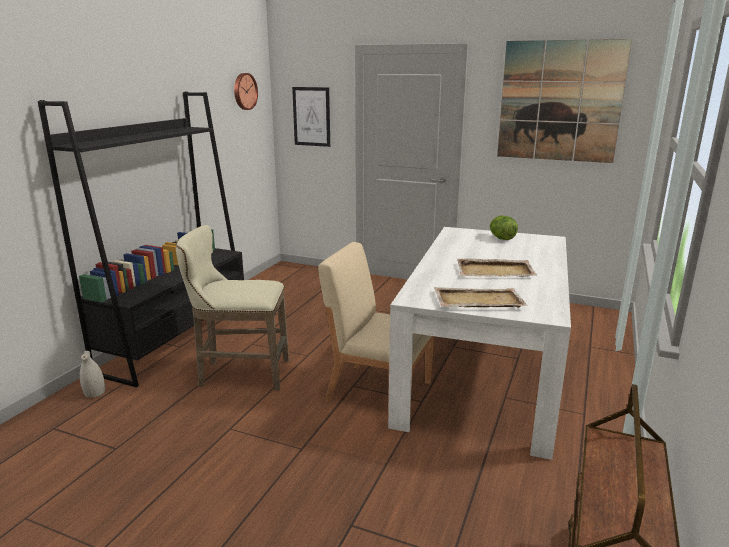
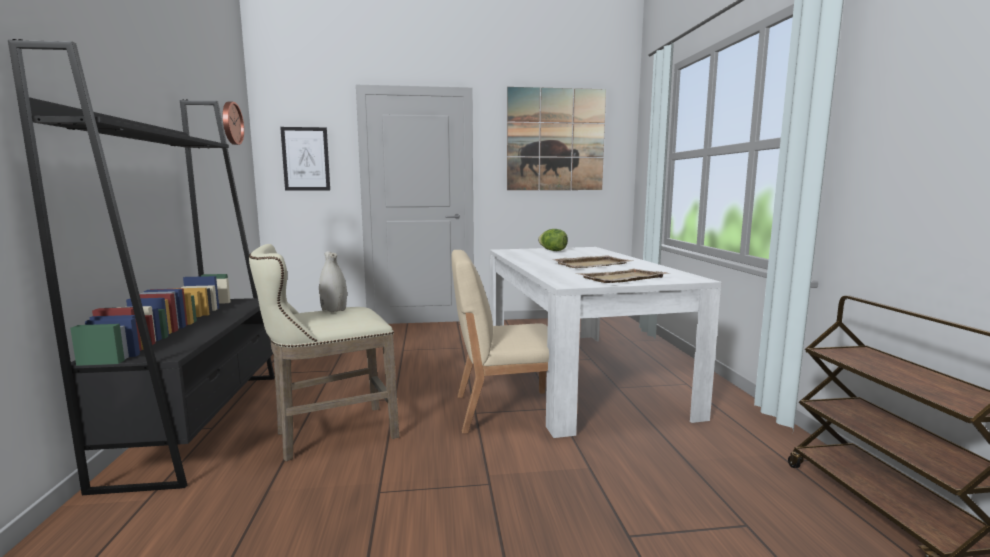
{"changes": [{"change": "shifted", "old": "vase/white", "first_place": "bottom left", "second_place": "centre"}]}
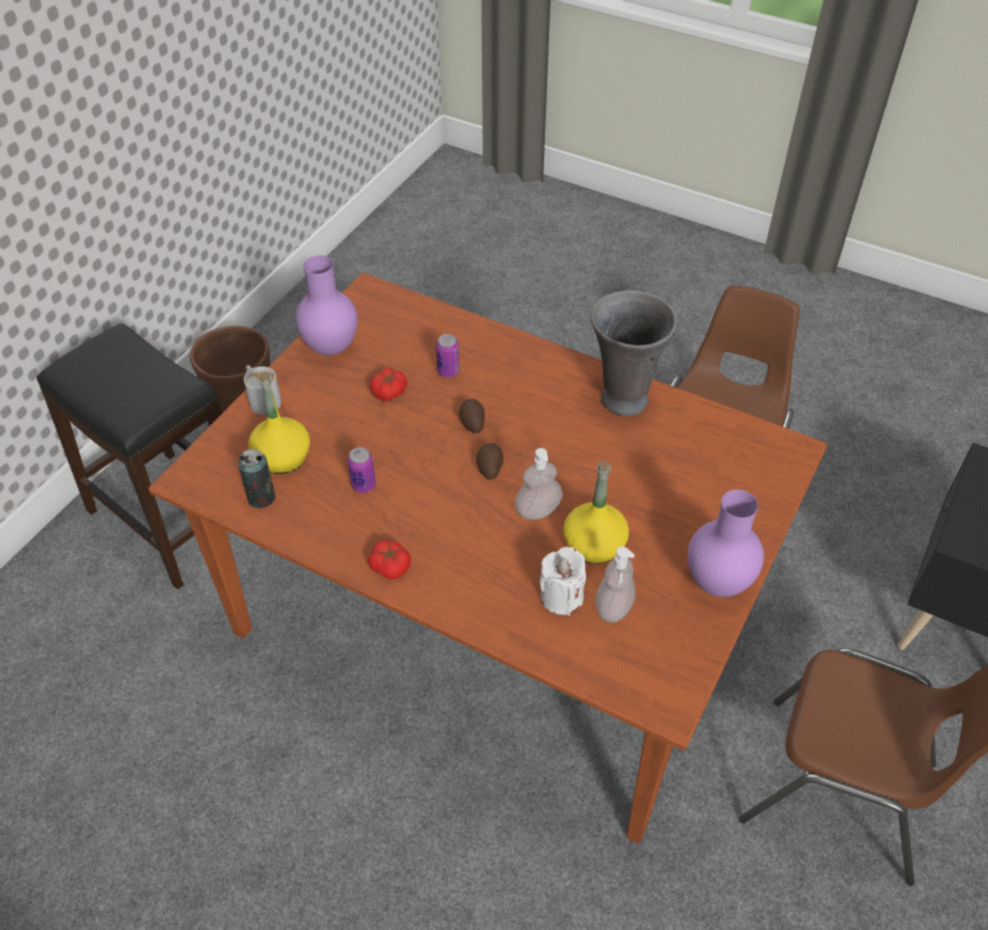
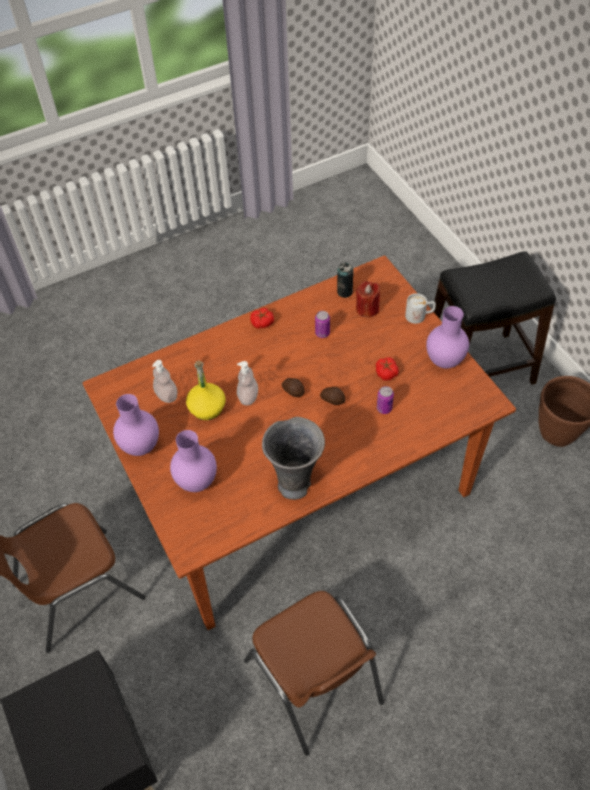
{"changes": [{"change": "swapped", "old": "bottle/yellow (no. 1 from left)", "new": "candle/red", "first_place": "middle left", "second_place": "centre"}, {"change": "gone", "old": "candle/white", "first_place": "centre"}, {"change": "new", "new": "vase/purple (no. 2 from left)", "second_place": "middle left"}]}
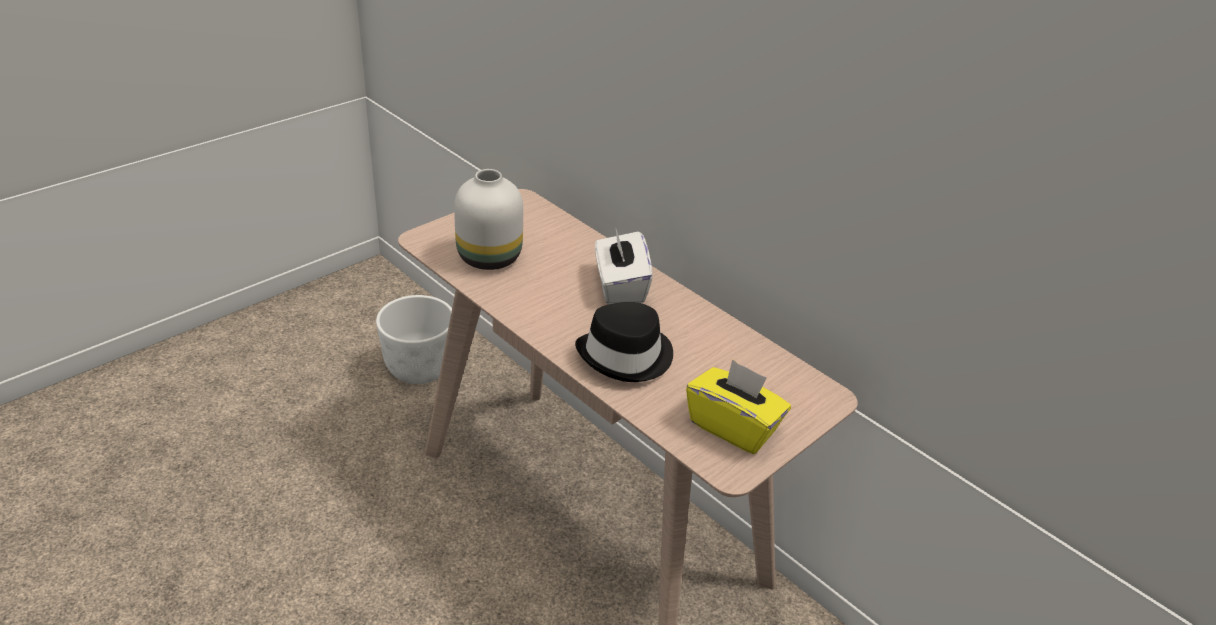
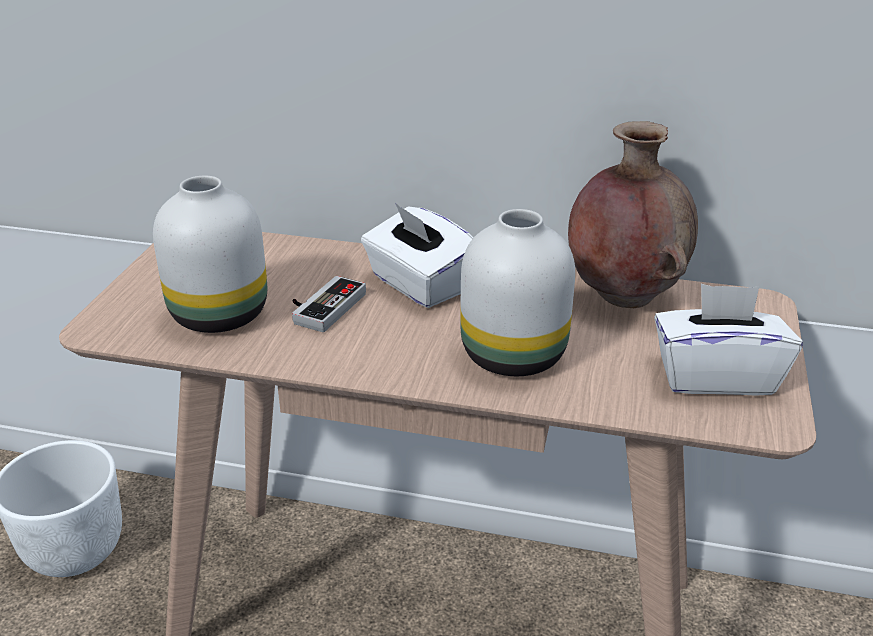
{"changes": [{"change": "swapped", "old": "hat/black", "new": "vase/white (no. 2 from left)", "first_place": "centre", "second_place": "centre"}, {"change": "repainted", "old": "tissue box/yellow", "new": "tissue box/white (no. 2 from left)", "first_place": "centre", "second_place": "middle right"}, {"change": "new", "new": "game controller", "second_place": "centre"}, {"change": "new", "new": "vase/brown", "second_place": "middle right"}]}
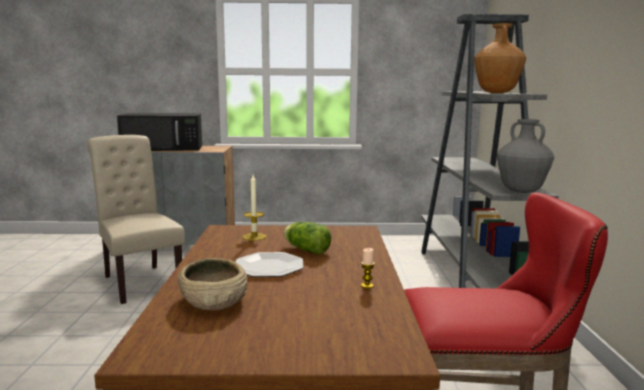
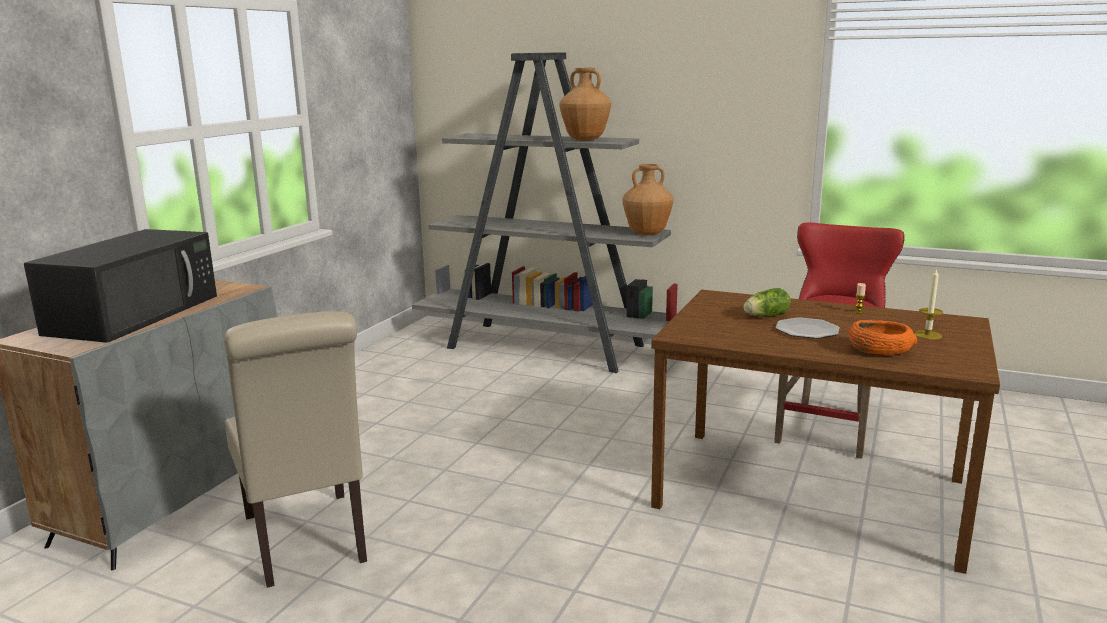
{"changes": [{"change": "rotated", "old": "chair/beige", "first_place": "middle left", "second_place": "bottom left", "degrees": -105}, {"change": "repainted", "old": "bowl/beige", "new": "bowl/orange", "first_place": "bottom left", "second_place": "middle right"}, {"change": "shifted", "old": "candle (no. 1 from left in the first image)", "new": "candle (no. 2 from left)", "first_place": "centre", "second_place": "middle right"}, {"change": "repainted", "old": "vase/grey", "new": "vase/brown (no. 2 from left)", "first_place": "middle right", "second_place": "top centre"}]}
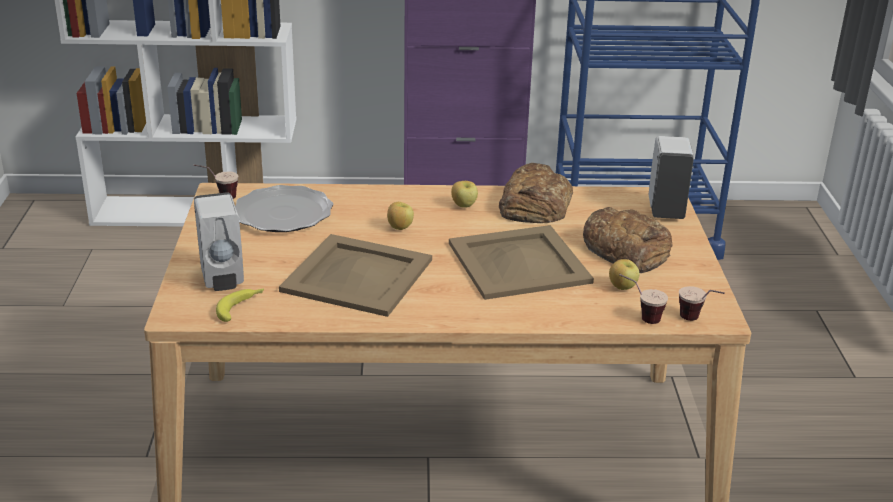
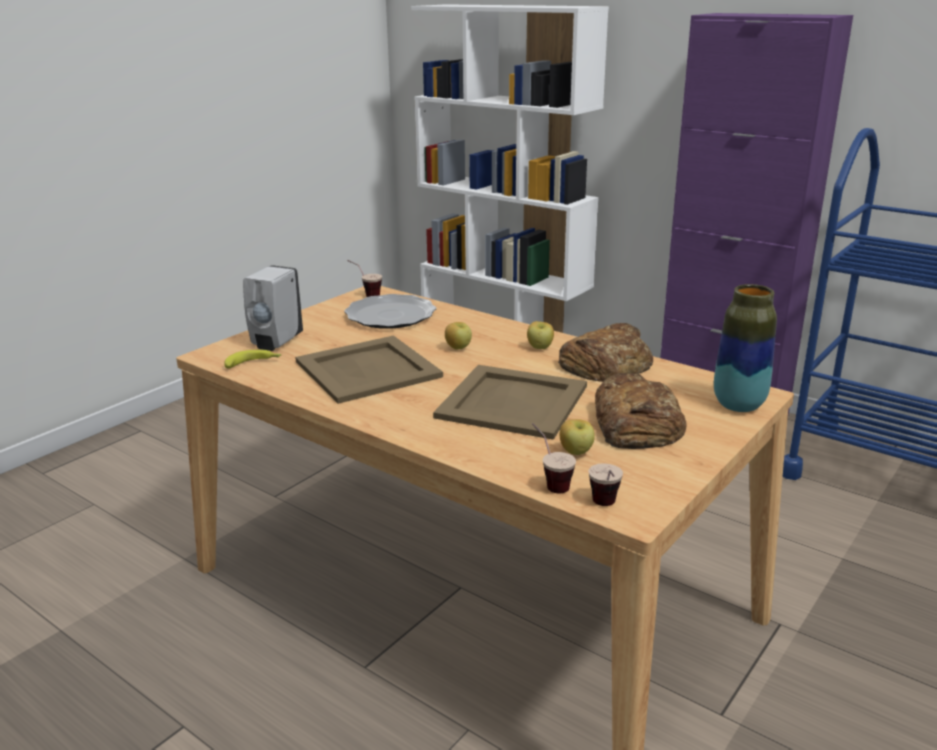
{"changes": [{"change": "swapped", "old": "soap dispenser/white (no. 2 from left)", "new": "vase", "first_place": "middle right", "second_place": "middle right"}]}
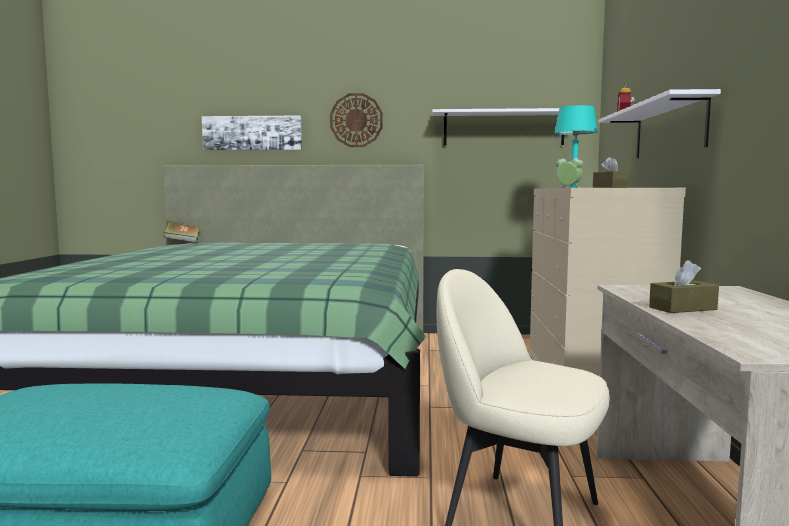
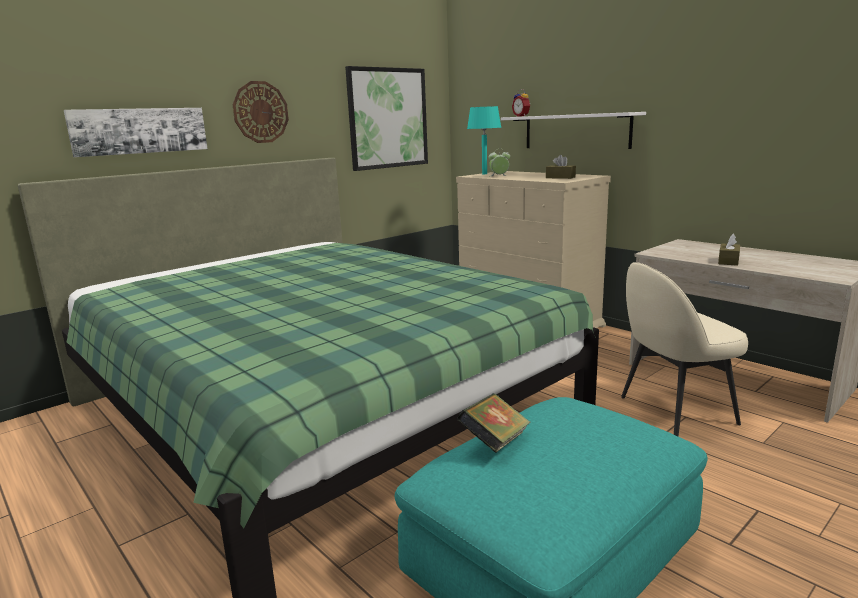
{"changes": [{"change": "shifted", "old": "book", "first_place": "middle left", "second_place": "bottom centre"}, {"change": "swapped", "old": "shelf/white (no. 1 from left)", "new": "picture (no. 2 from left)", "first_place": "top centre", "second_place": "top centre"}]}
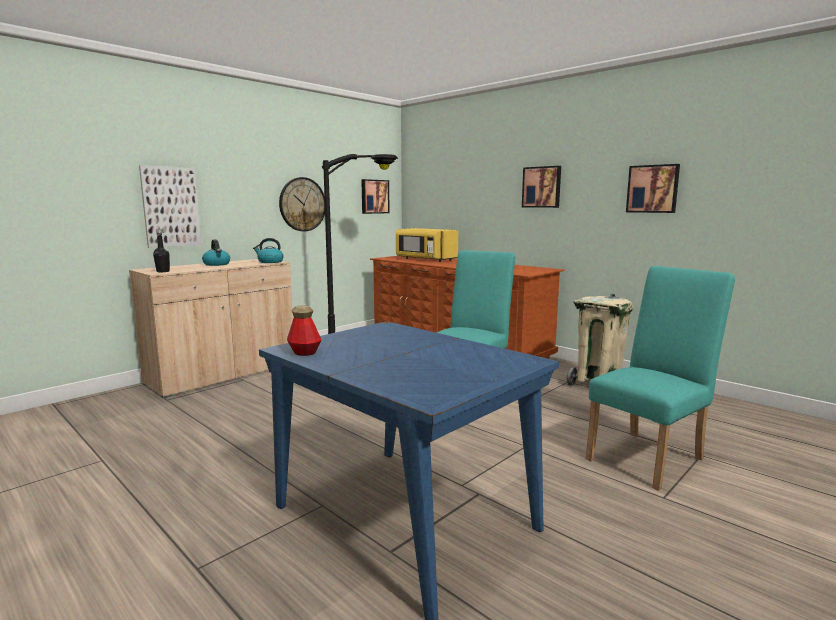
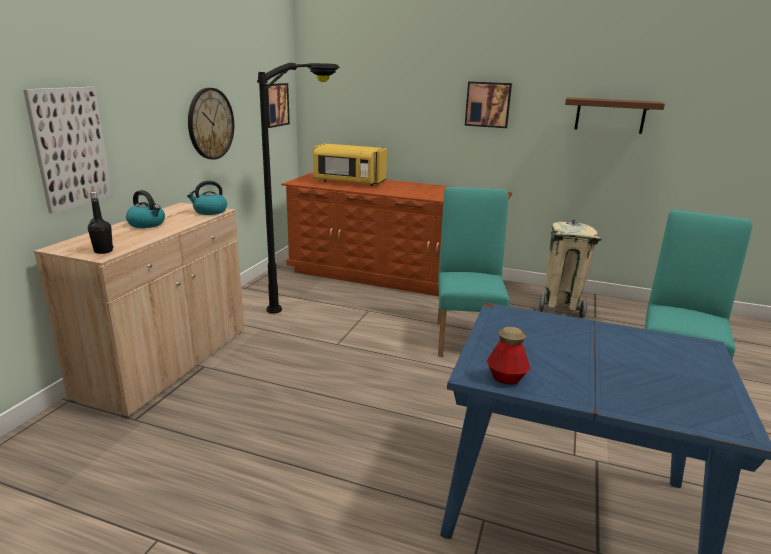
{"changes": [{"change": "swapped", "old": "picture (no. 4 from left)", "new": "shelf/brown", "first_place": "top right", "second_place": "top right"}]}
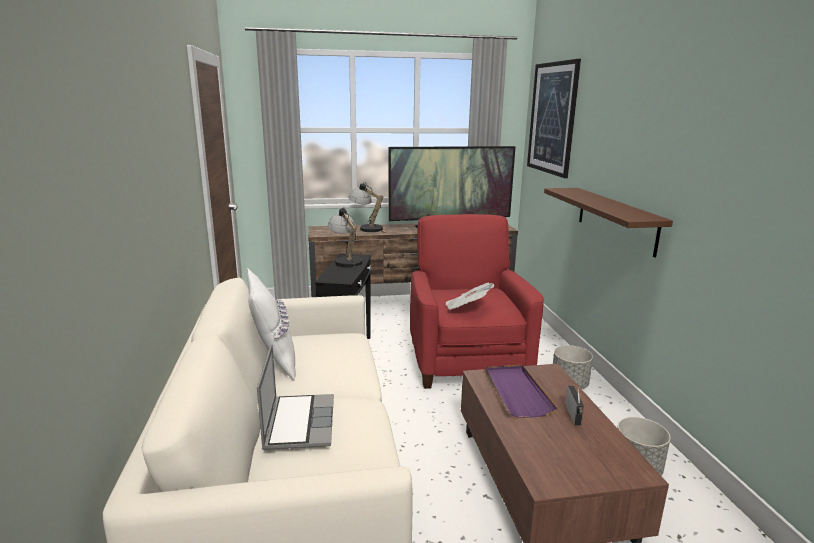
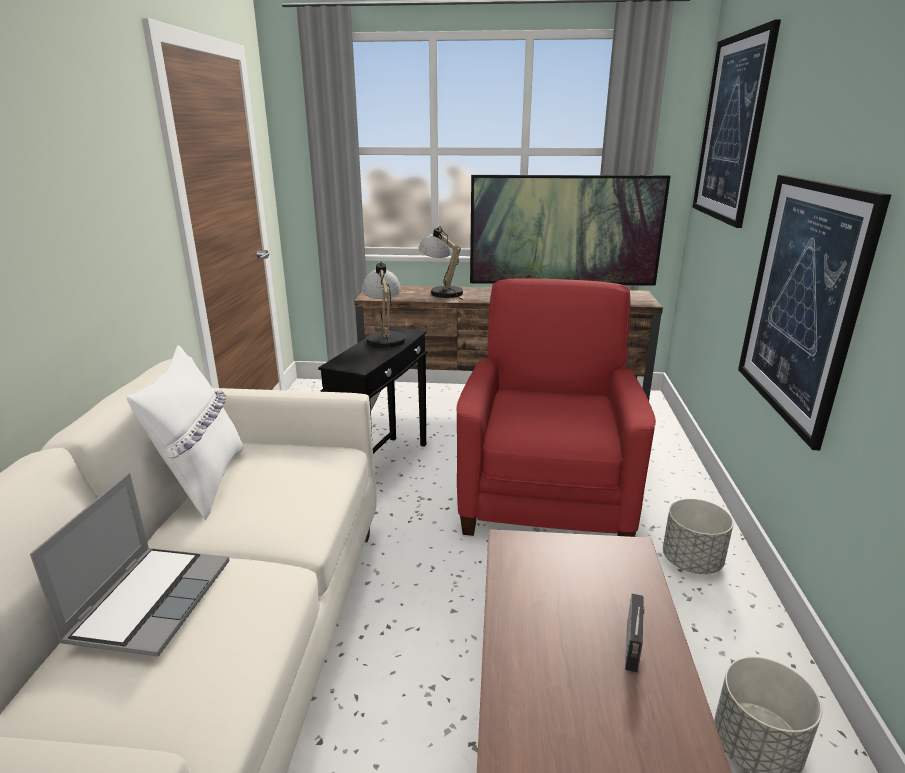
{"changes": [{"change": "gone", "old": "newspaper", "first_place": "centre"}, {"change": "gone", "old": "tray/purple", "first_place": "bottom centre"}, {"change": "swapped", "old": "shelf/brown", "new": "picture (no. 2 from left)", "first_place": "middle right", "second_place": "middle right"}]}
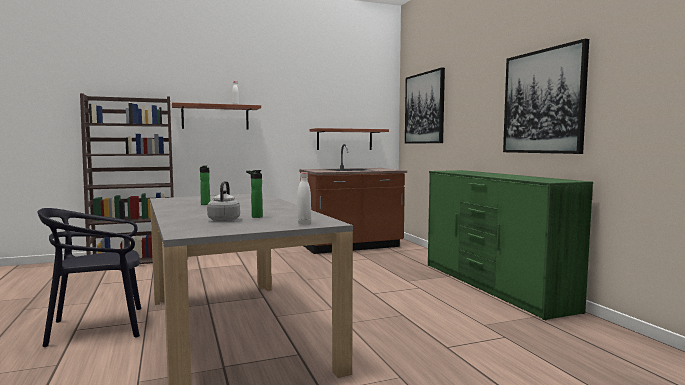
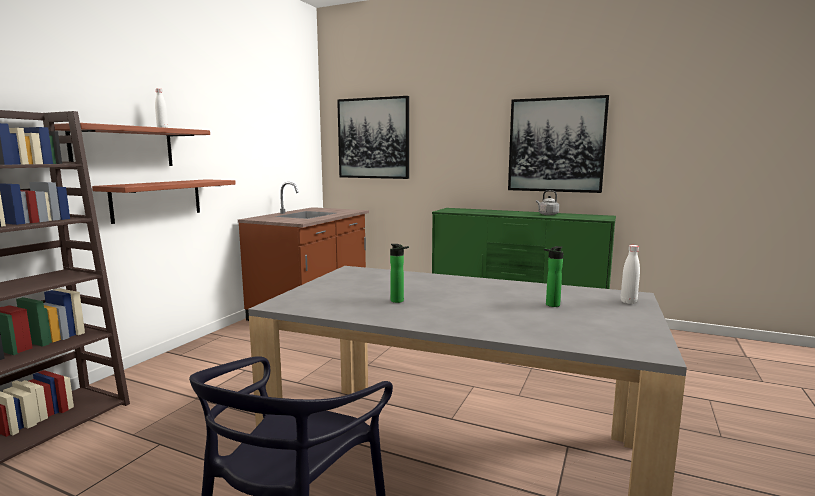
{"changes": [{"change": "shifted", "old": "kettle/grey", "first_place": "middle left", "second_place": "middle right"}, {"change": "shifted", "old": "shelf (no. 2 from left)", "first_place": "centre", "second_place": "middle left"}]}
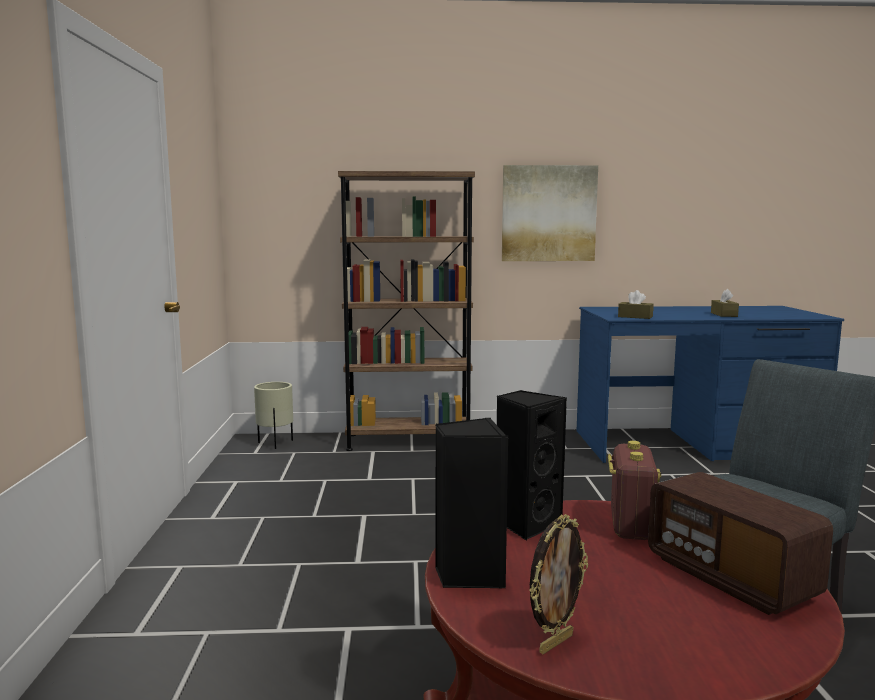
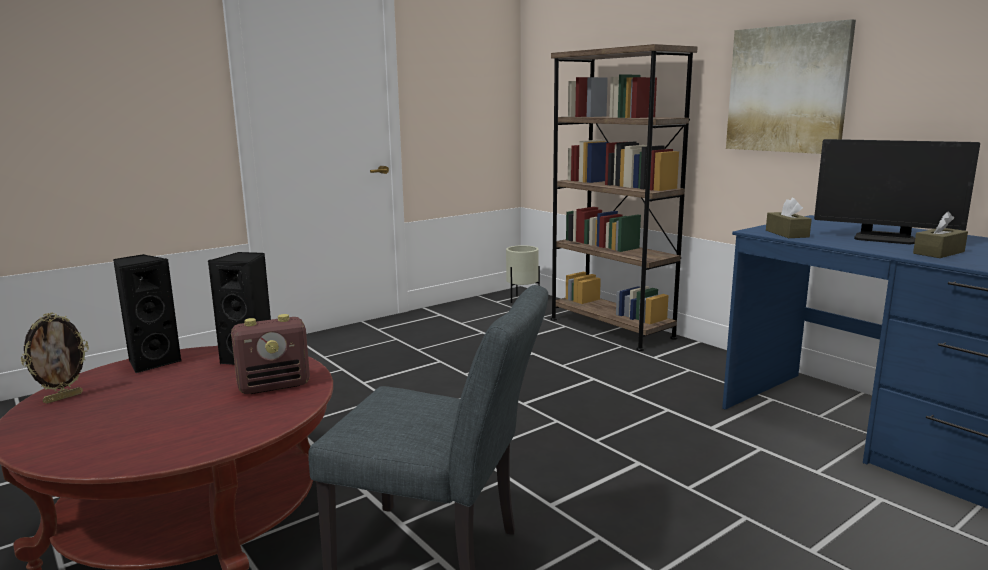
{"changes": [{"change": "rotated", "old": "picture frame", "first_place": "bottom centre", "second_place": "middle left", "degrees": -60}, {"change": "gone", "old": "radio (no. 2 from left)", "first_place": "bottom right"}, {"change": "new", "new": "monitor", "second_place": "middle right"}]}
